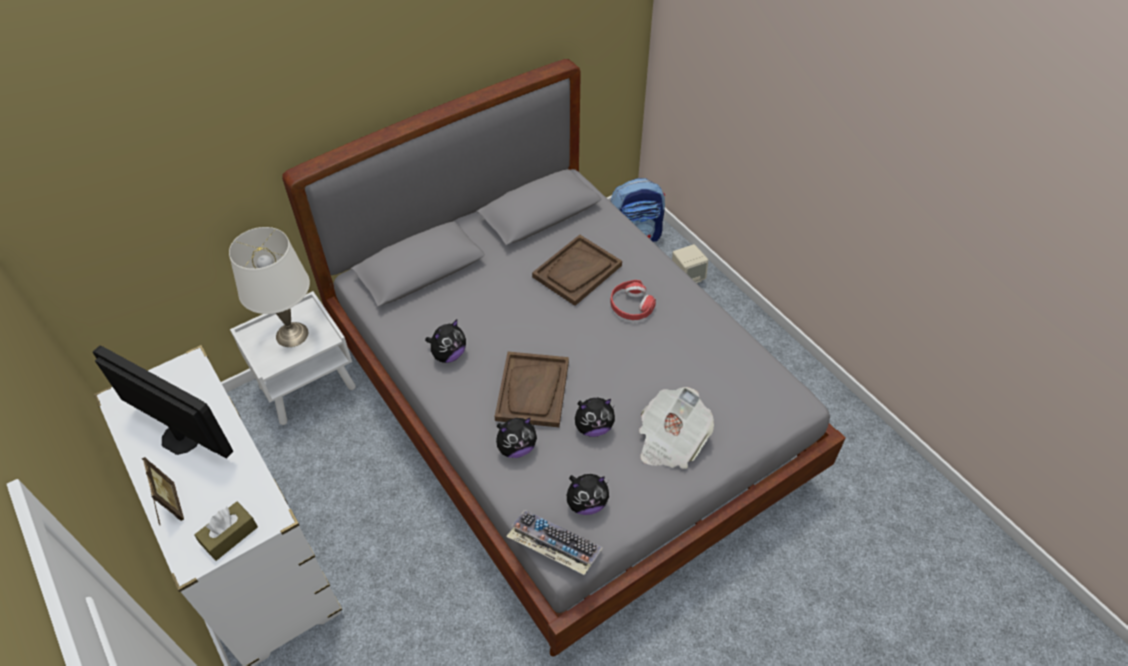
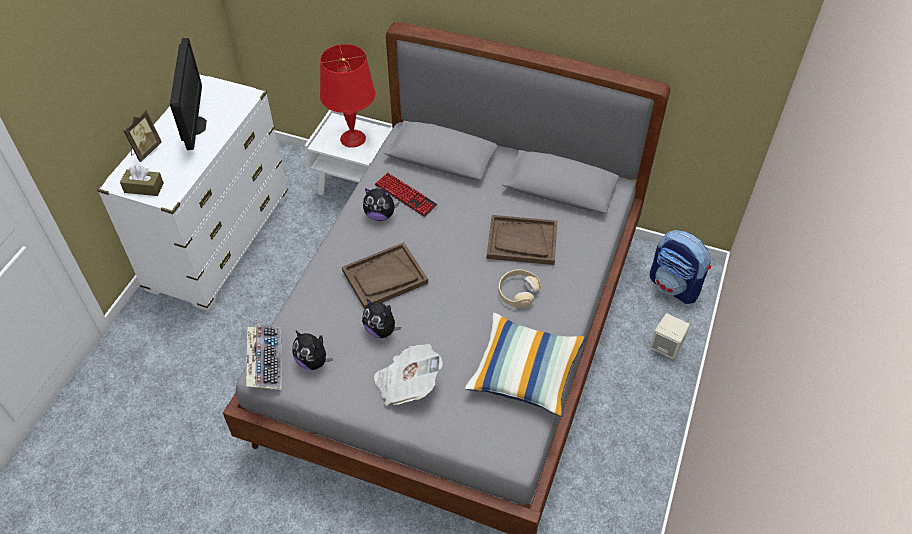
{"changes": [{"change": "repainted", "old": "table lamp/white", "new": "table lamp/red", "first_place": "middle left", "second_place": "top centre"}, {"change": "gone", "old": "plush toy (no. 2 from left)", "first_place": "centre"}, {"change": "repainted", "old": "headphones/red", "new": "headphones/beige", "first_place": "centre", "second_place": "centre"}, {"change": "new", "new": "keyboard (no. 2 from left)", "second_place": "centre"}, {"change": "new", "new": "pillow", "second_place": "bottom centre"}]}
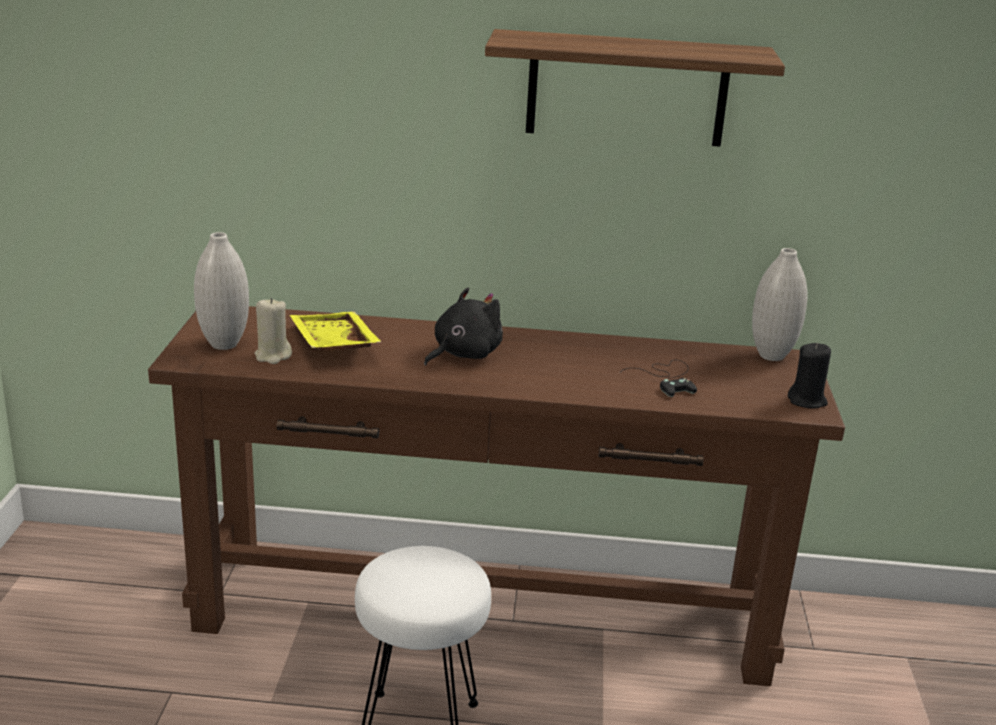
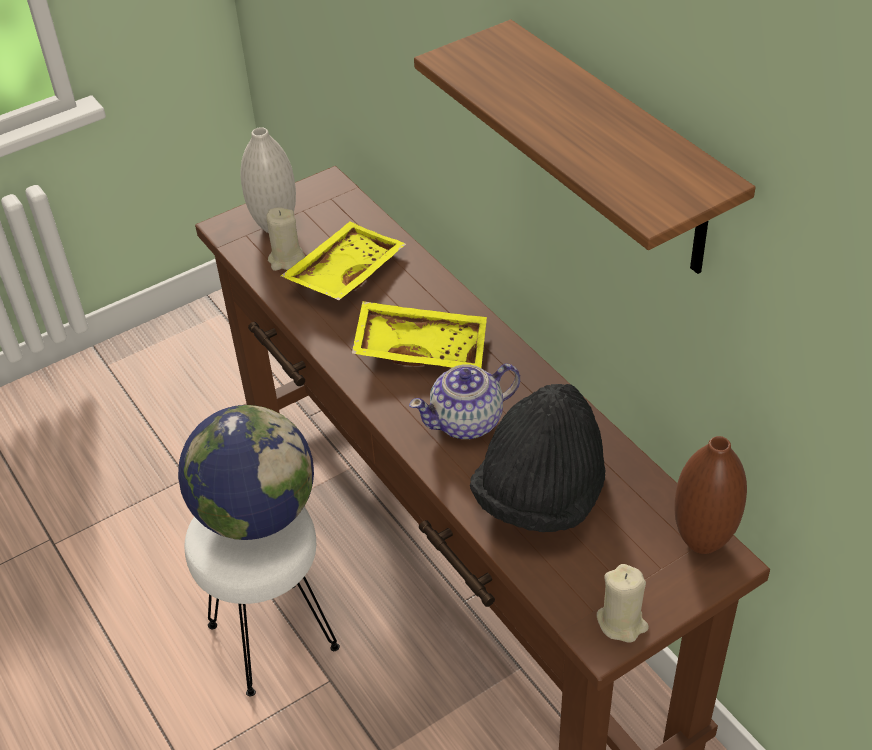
{"changes": [{"change": "swapped", "old": "plush toy/black", "new": "tray/yellow (no. 2 from left)", "first_place": "centre", "second_place": "centre"}, {"change": "swapped", "old": "game controller/black", "new": "hat/black", "first_place": "centre", "second_place": "centre"}, {"change": "repainted", "old": "vase/white (no. 2 from left)", "new": "vase/brown", "first_place": "middle right", "second_place": "middle right"}, {"change": "repainted", "old": "candle/black", "new": "candle/beige (no. 2 from left)", "first_place": "middle right", "second_place": "bottom right"}, {"change": "new", "new": "globe", "second_place": "middle left"}, {"change": "new", "new": "teapot", "second_place": "centre"}]}
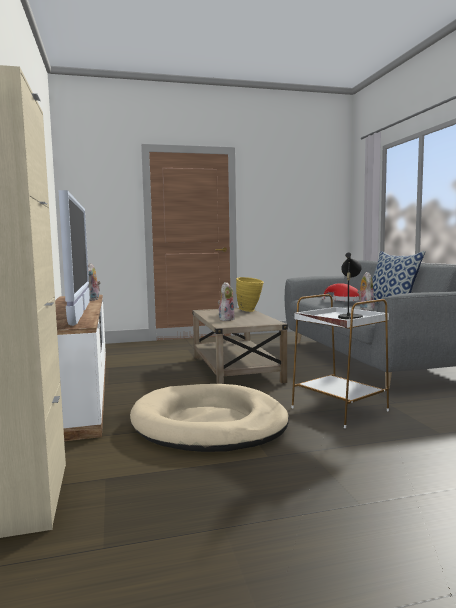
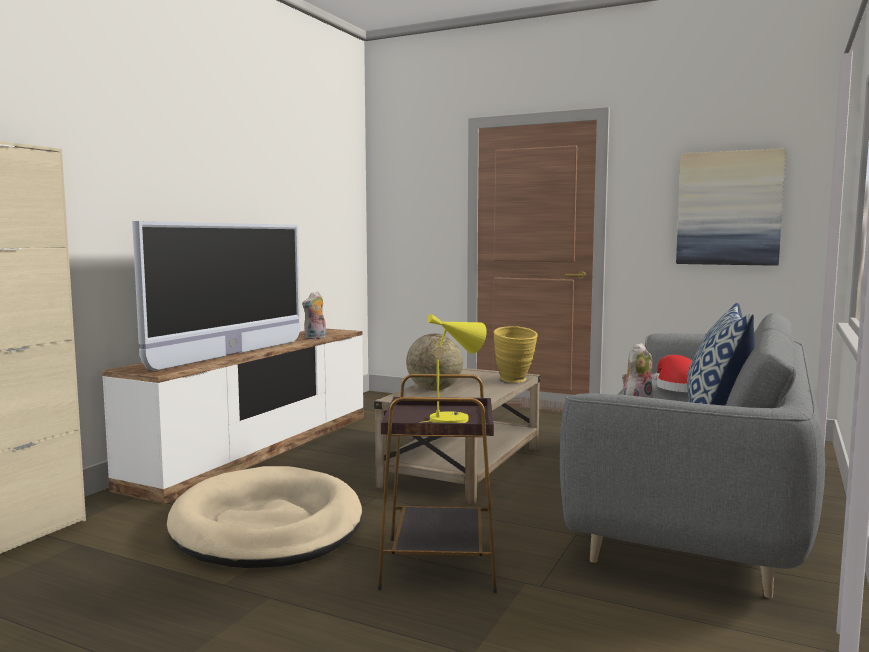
{"changes": [{"change": "swapped", "old": "plush toy (no. 2 from left)", "new": "globe", "first_place": "centre", "second_place": "centre"}, {"change": "repainted", "old": "side table/white", "new": "side table/brown", "first_place": "middle right", "second_place": "bottom centre"}, {"change": "repainted", "old": "table lamp/black", "new": "table lamp/yellow", "first_place": "middle right", "second_place": "centre"}, {"change": "new", "new": "picture", "second_place": "top right"}]}
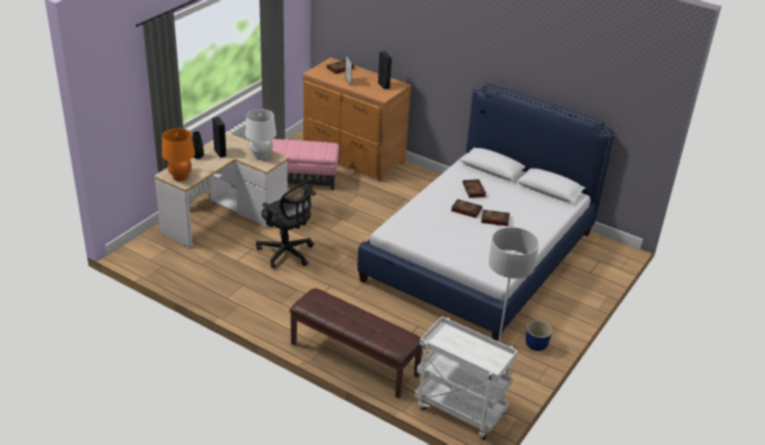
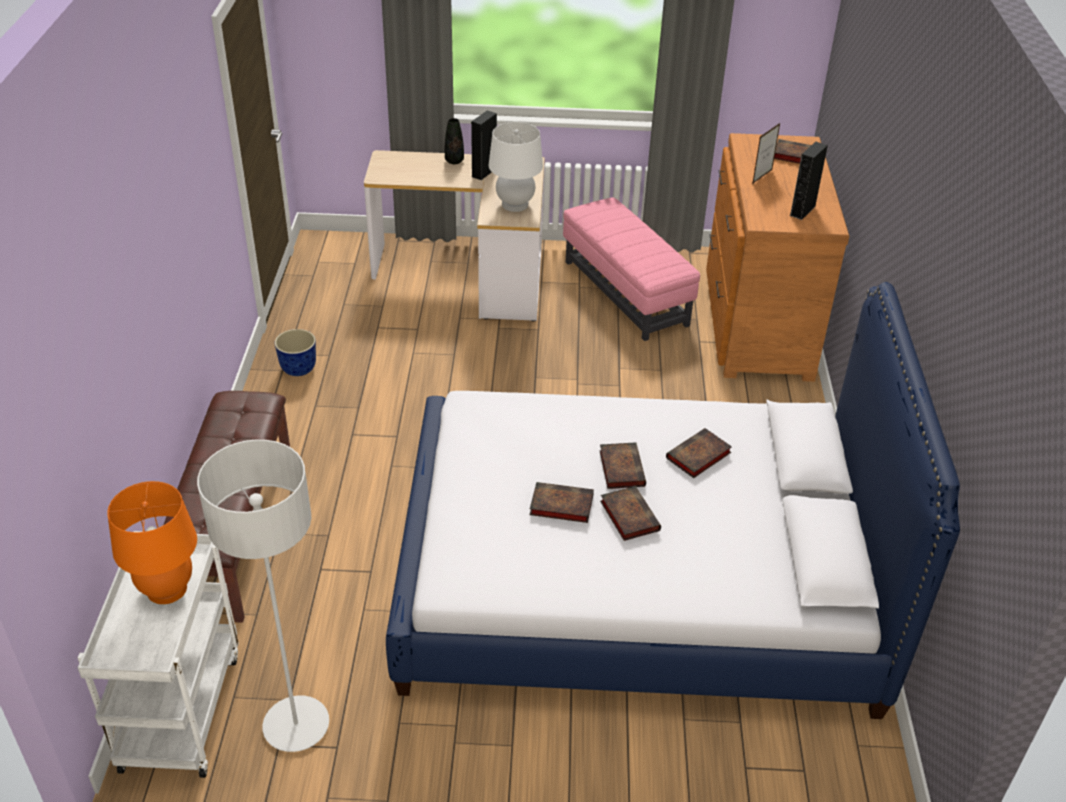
{"changes": [{"change": "shifted", "old": "table lamp/orange", "first_place": "middle left", "second_place": "bottom left"}, {"change": "gone", "old": "office chair/black", "first_place": "centre"}, {"change": "shifted", "old": "planter", "first_place": "bottom right", "second_place": "middle left"}, {"change": "new", "new": "book (no. 1 from left)", "second_place": "centre"}]}
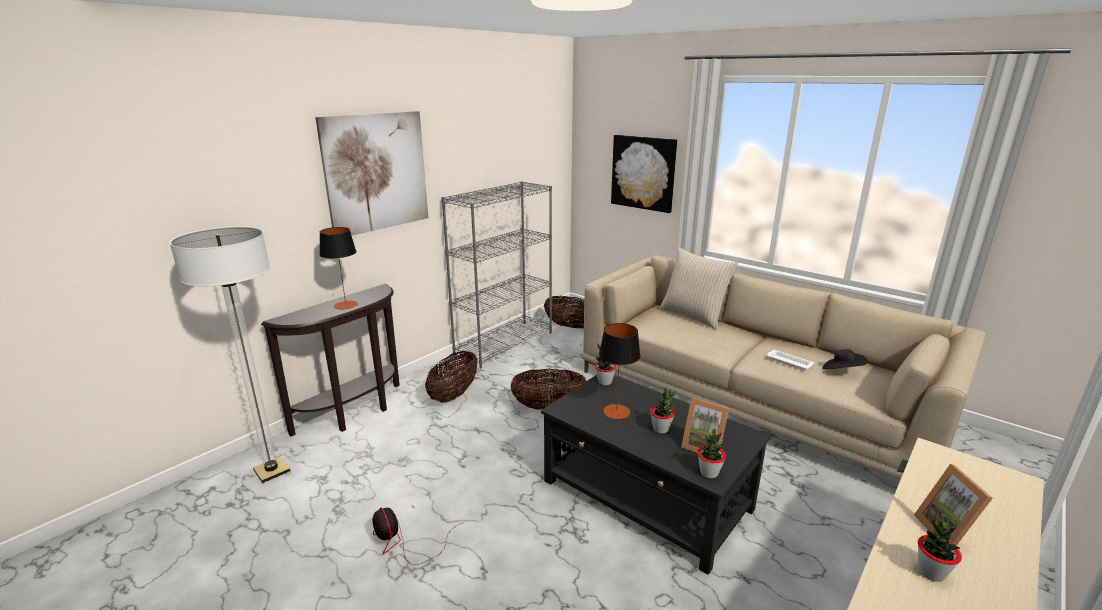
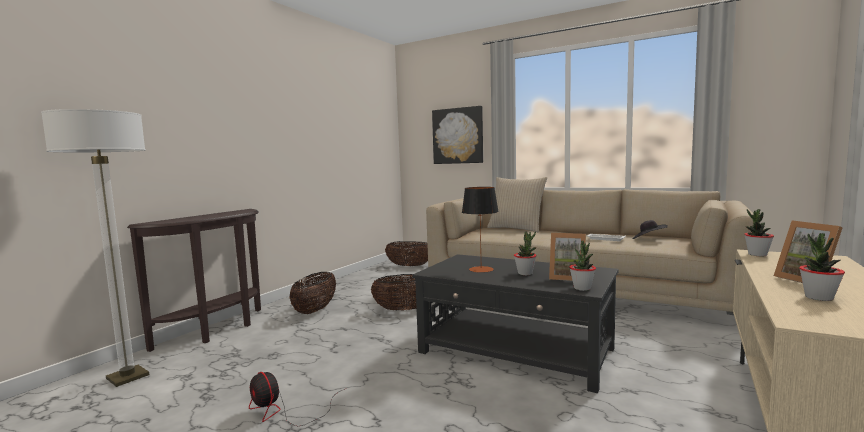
{"changes": [{"change": "gone", "old": "picture (no. 1 from left)", "first_place": "top centre"}, {"change": "gone", "old": "table lamp (no. 1 from left)", "first_place": "middle left"}, {"change": "gone", "old": "bookcase/grey", "first_place": "centre"}, {"change": "shifted", "old": "potted plant (no. 1 from left in the first image)", "new": "potted plant (no. 3 from left)", "first_place": "centre", "second_place": "middle right"}]}
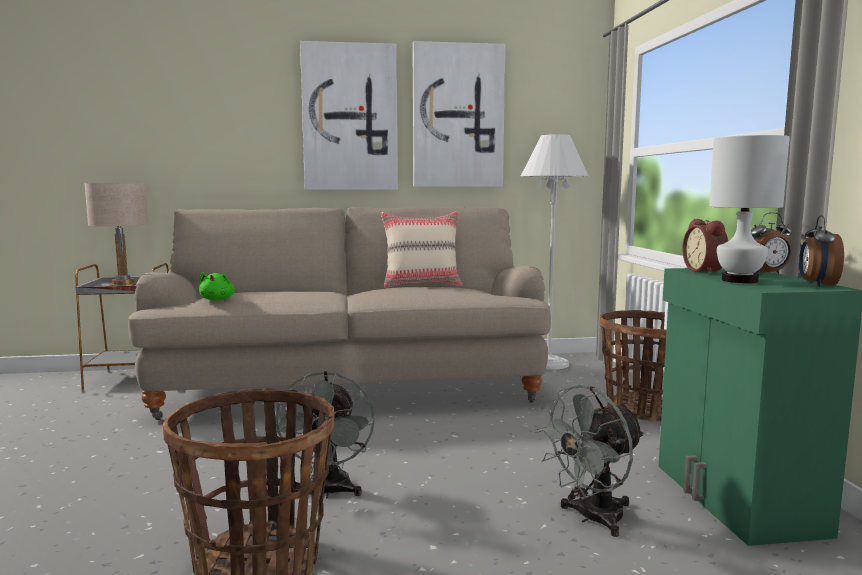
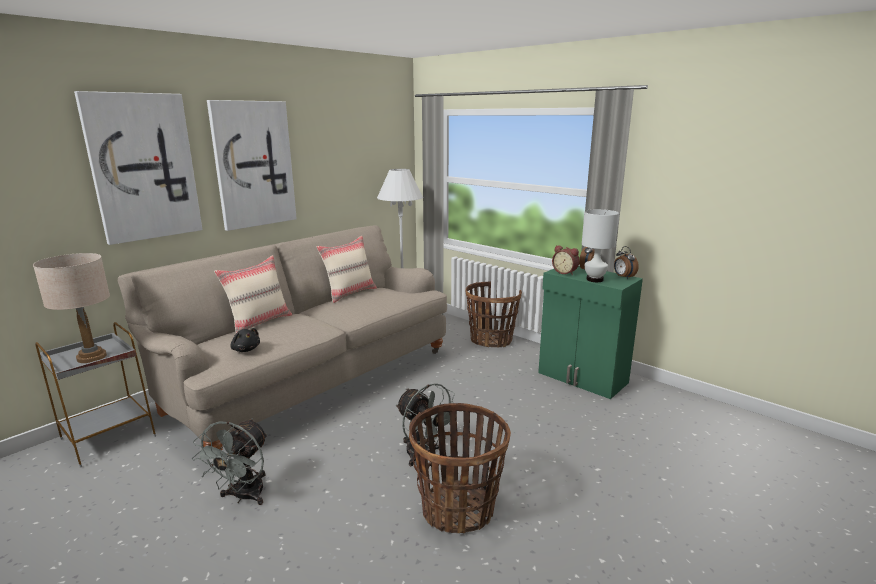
{"changes": [{"change": "repainted", "old": "plush toy/green", "new": "plush toy/black", "first_place": "middle left", "second_place": "middle left"}, {"change": "shifted", "old": "picture (no. 2 from left in the first image)", "new": "picture (no. 1 from left)", "first_place": "top centre", "second_place": "top left"}, {"change": "shifted", "old": "fan/grey (no. 2 from left in the first image)", "new": "fan/grey (no. 1 from left)", "first_place": "bottom right", "second_place": "bottom left"}, {"change": "new", "new": "pillow/beige (no. 1 from left)", "second_place": "middle left"}]}
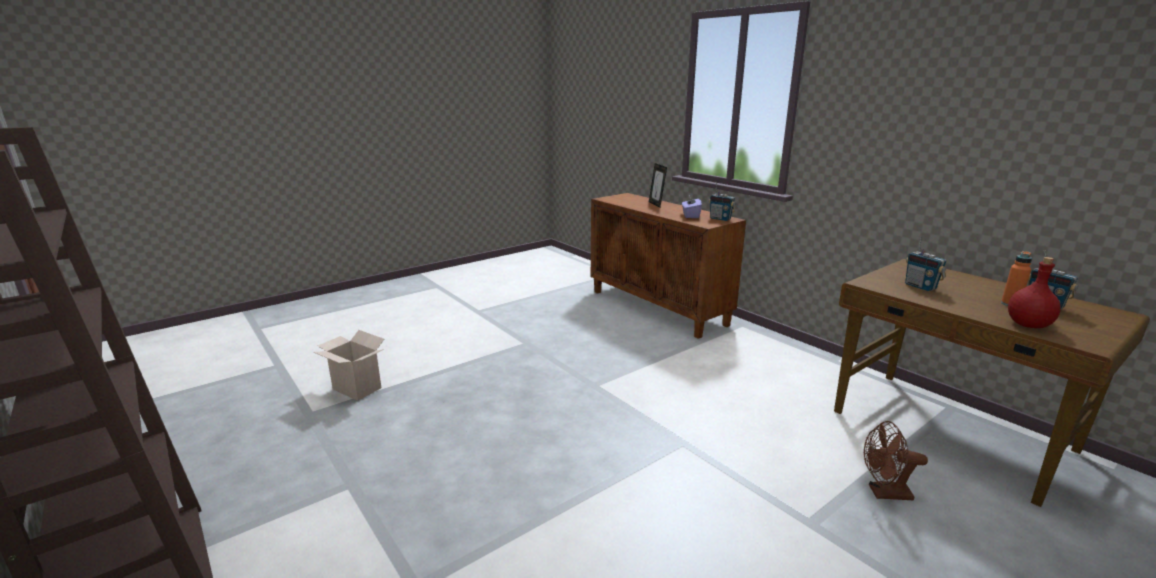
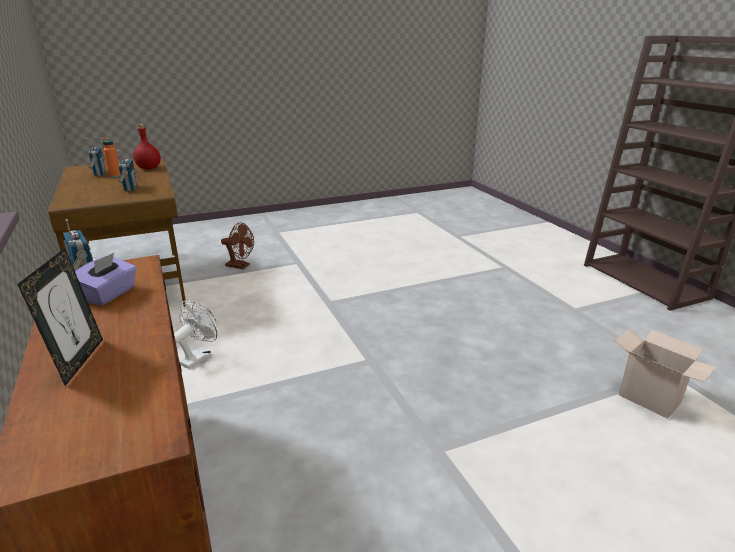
{"changes": [{"change": "new", "new": "fan/white", "second_place": "middle left"}]}
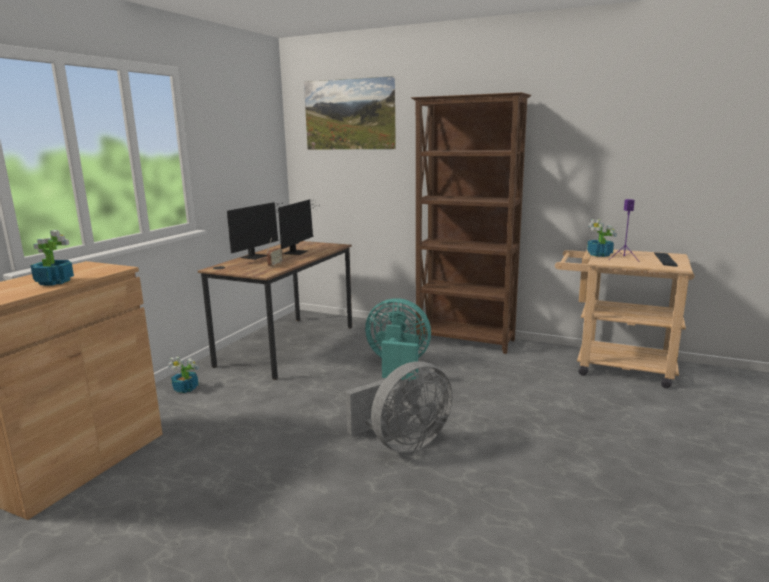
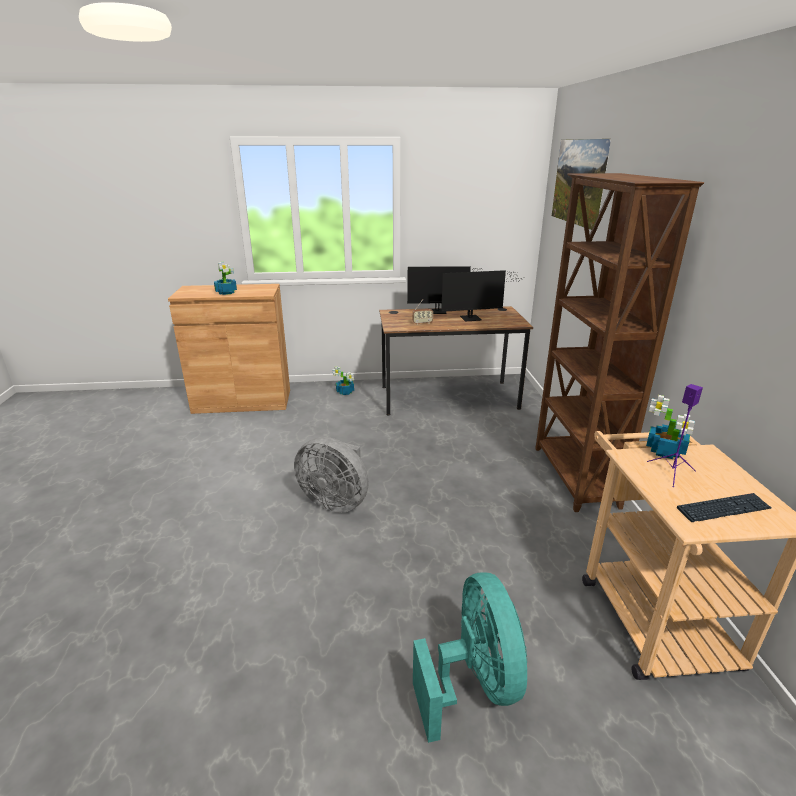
{"changes": [{"change": "shifted", "old": "fan/turquoise", "first_place": "centre", "second_place": "bottom centre"}]}
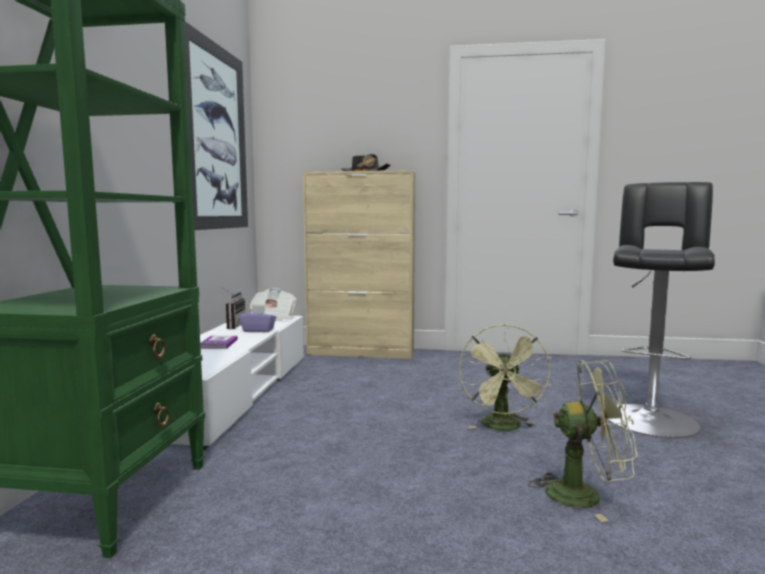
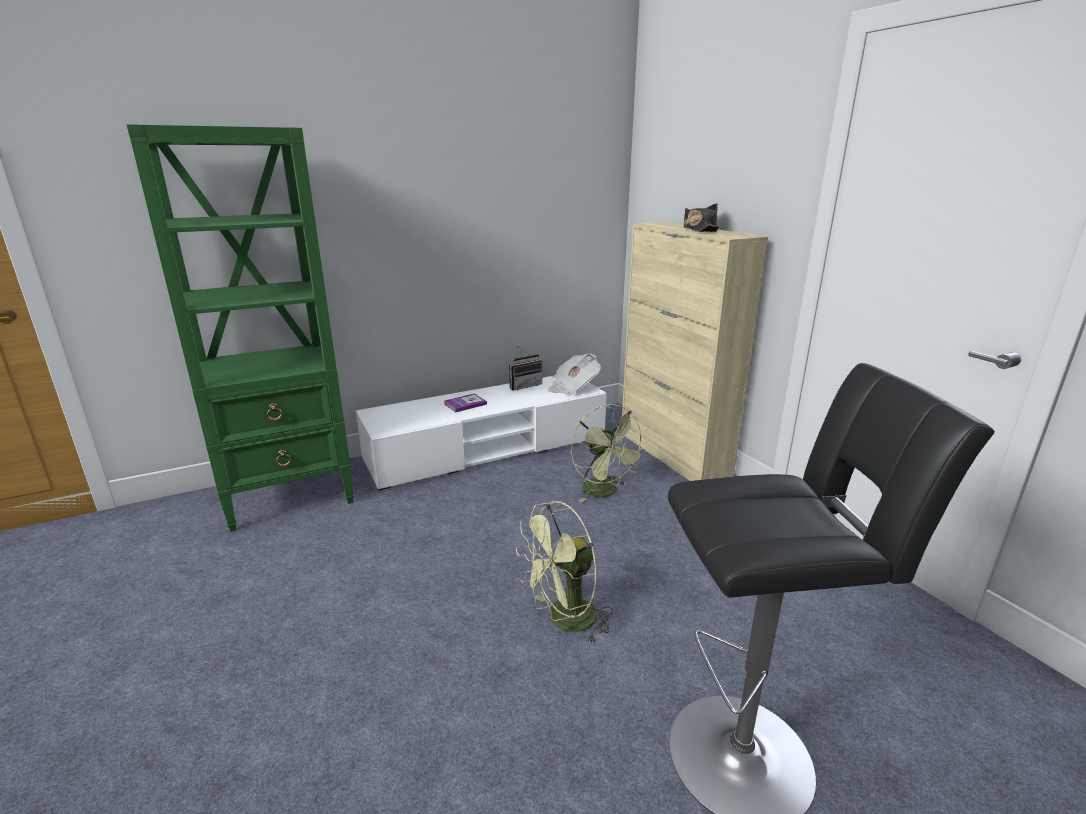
{"changes": [{"change": "gone", "old": "picture", "first_place": "top left"}, {"change": "gone", "old": "tissue box/purple", "first_place": "centre"}, {"change": "shifted", "old": "fan/green (no. 2 from left)", "first_place": "bottom right", "second_place": "centre"}]}
